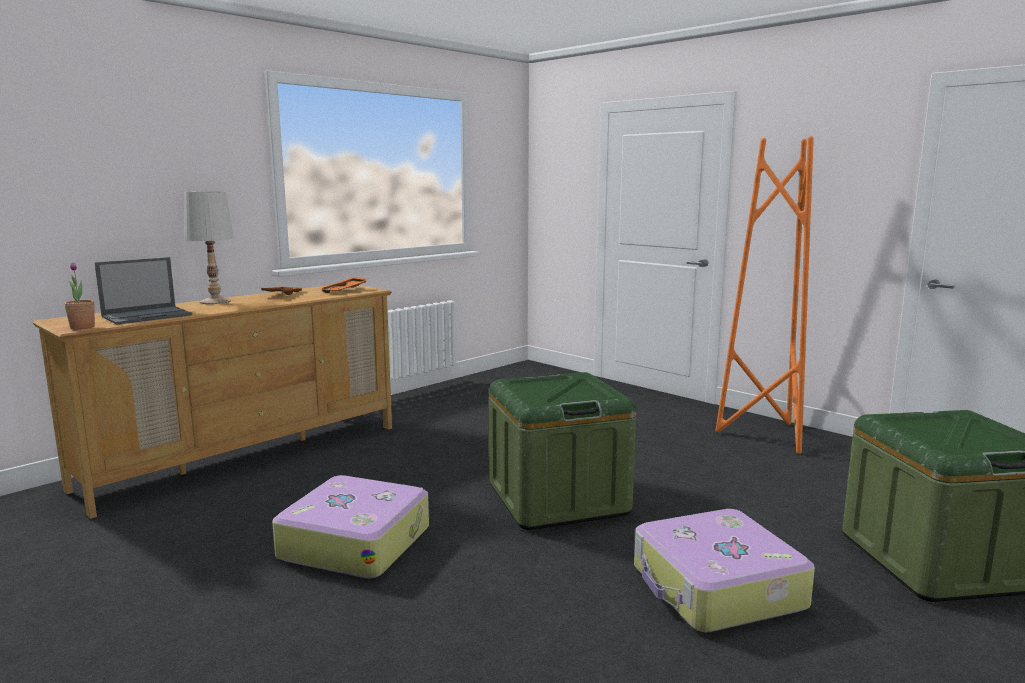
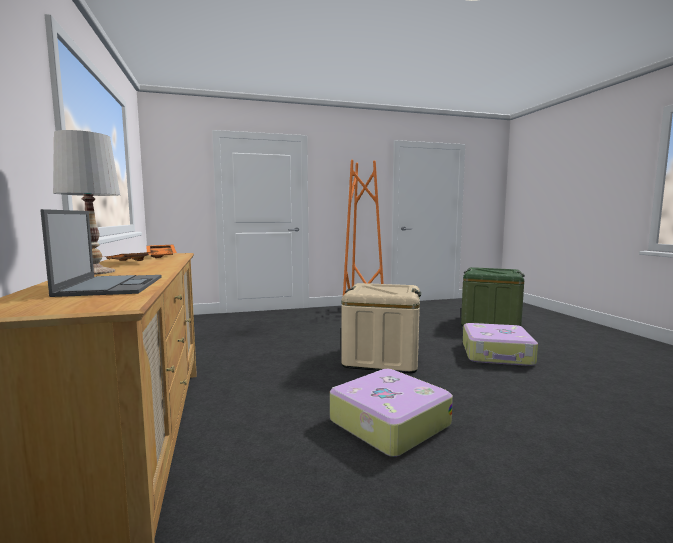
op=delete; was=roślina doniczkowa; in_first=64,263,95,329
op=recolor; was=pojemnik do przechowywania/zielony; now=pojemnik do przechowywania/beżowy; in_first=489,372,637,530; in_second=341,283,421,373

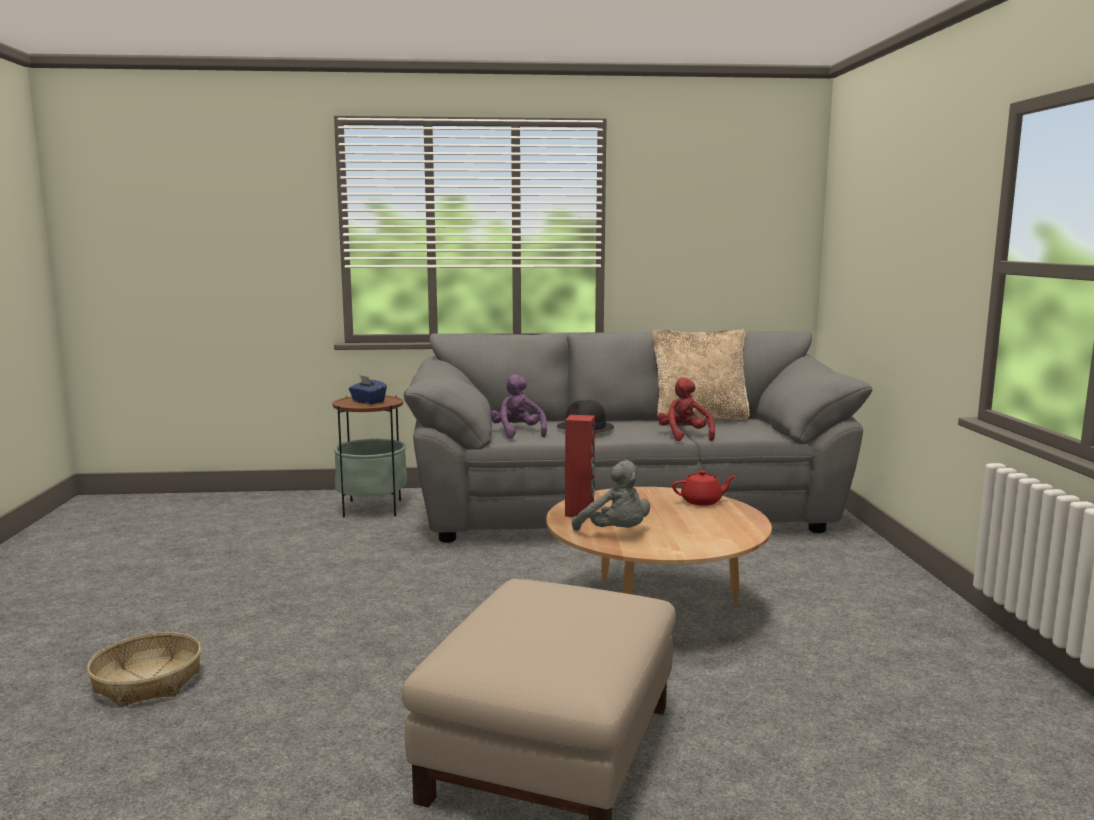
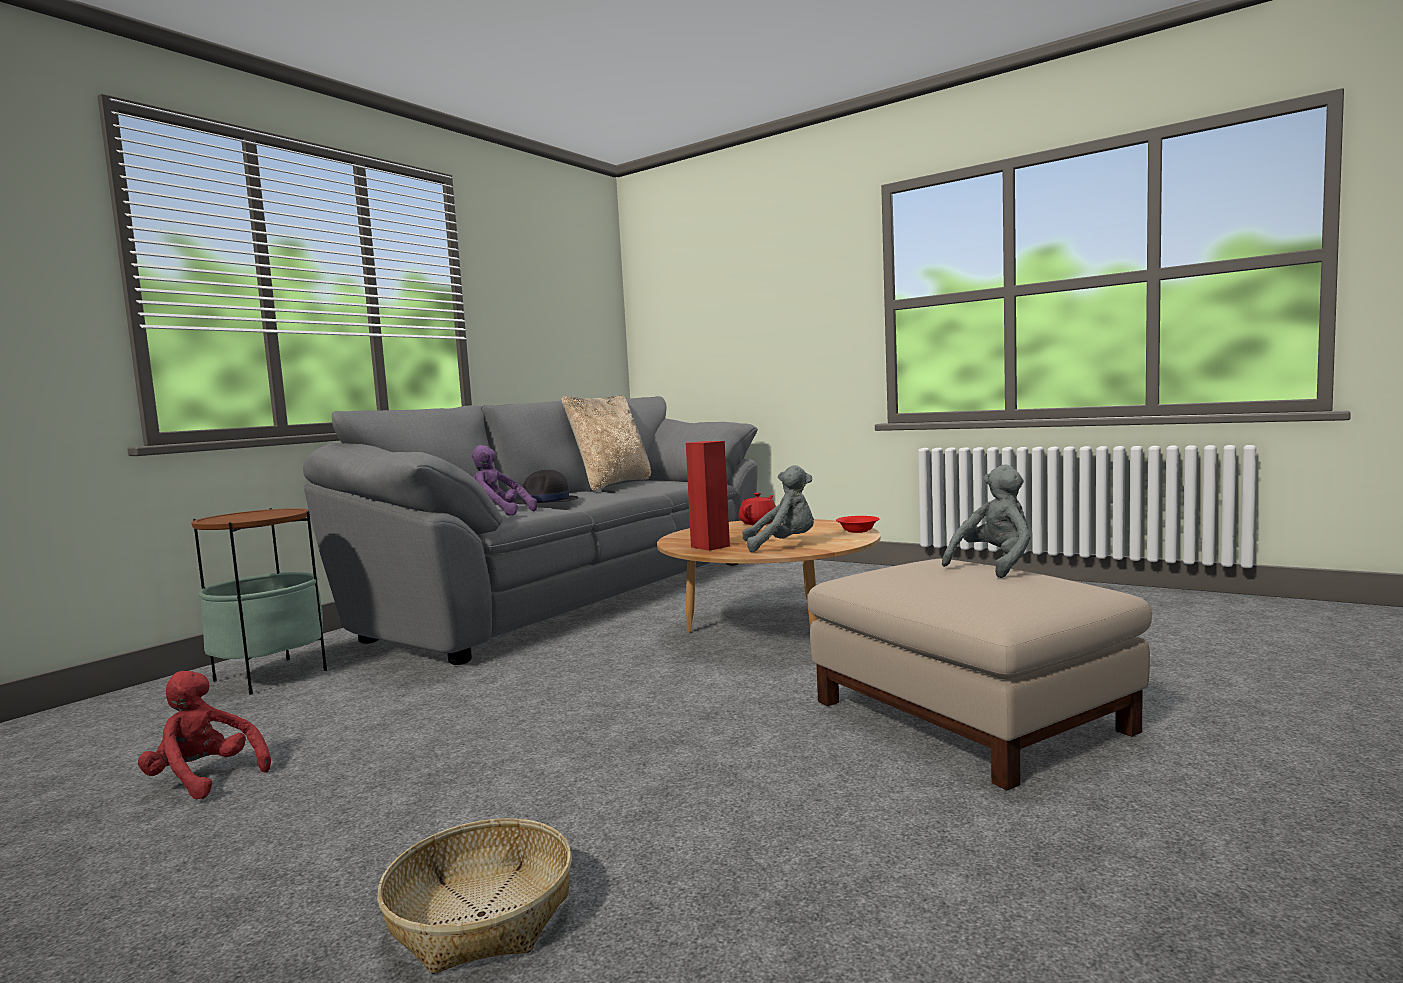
op=delete; was=pudełko chusteczek/niebieski; in_first=349,375,387,404
op=move; was=pluszak/czerwony; in_first=657,377,715,441; in_second=138,671,271,799
op=insert; now=miska/czerwony; in_second=836,516,880,533
op=insert; now=pluszak/szary; in_second=942,465,1031,578

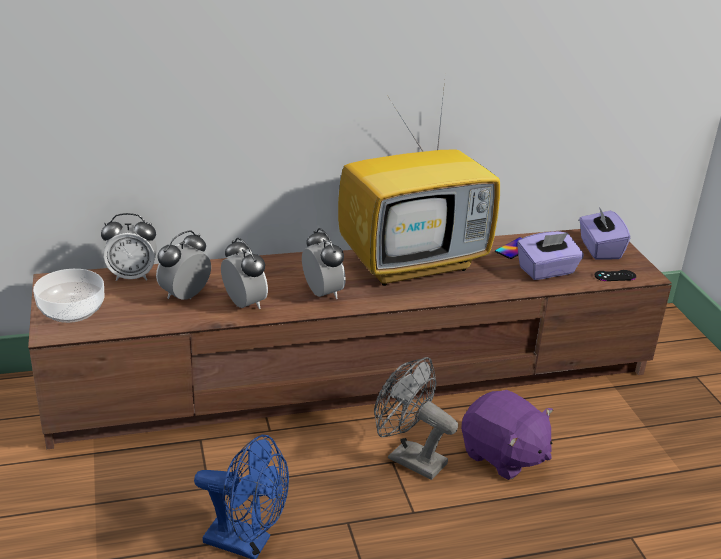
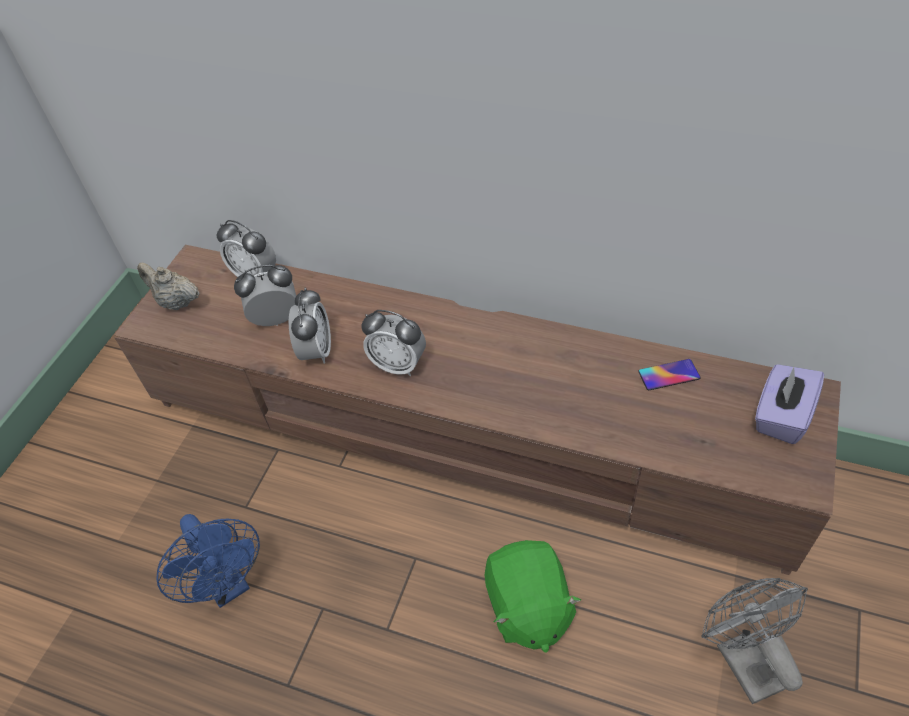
op=replace; was=miska; now=imbryk/beżowy; in_first=33,269,104,323; in_second=137,262,200,310
op=rotate; was=budzik; in_first=302,228,346,299; in_second=362,310,426,376; clockwise=105
op=delete; was=telewizor; in_first=338,81,500,286
op=move; was=wentylator/szary; in_first=374,357,458,480; in_second=701,578,808,704
op=recolor; was=pluszak/fioletowy; now=pluszak/zielony; in_first=461,390,553,480; in_second=485,540,581,653
op=delete; was=pudełko chusteczek/fioletowy; in_first=517,231,584,280
op=delete; was=pad do gier/czarny; in_first=595,270,636,281

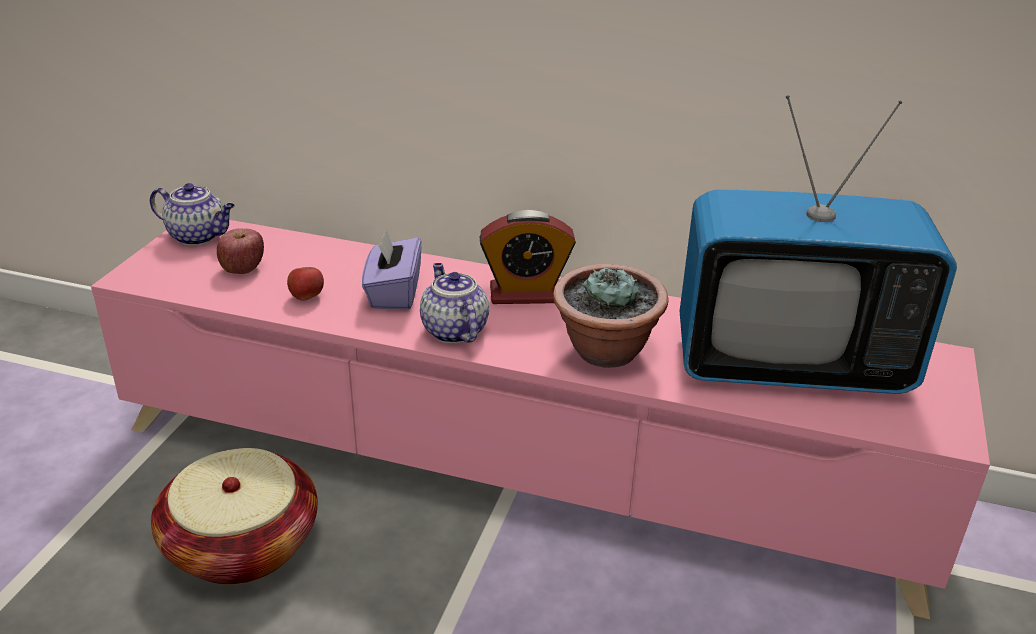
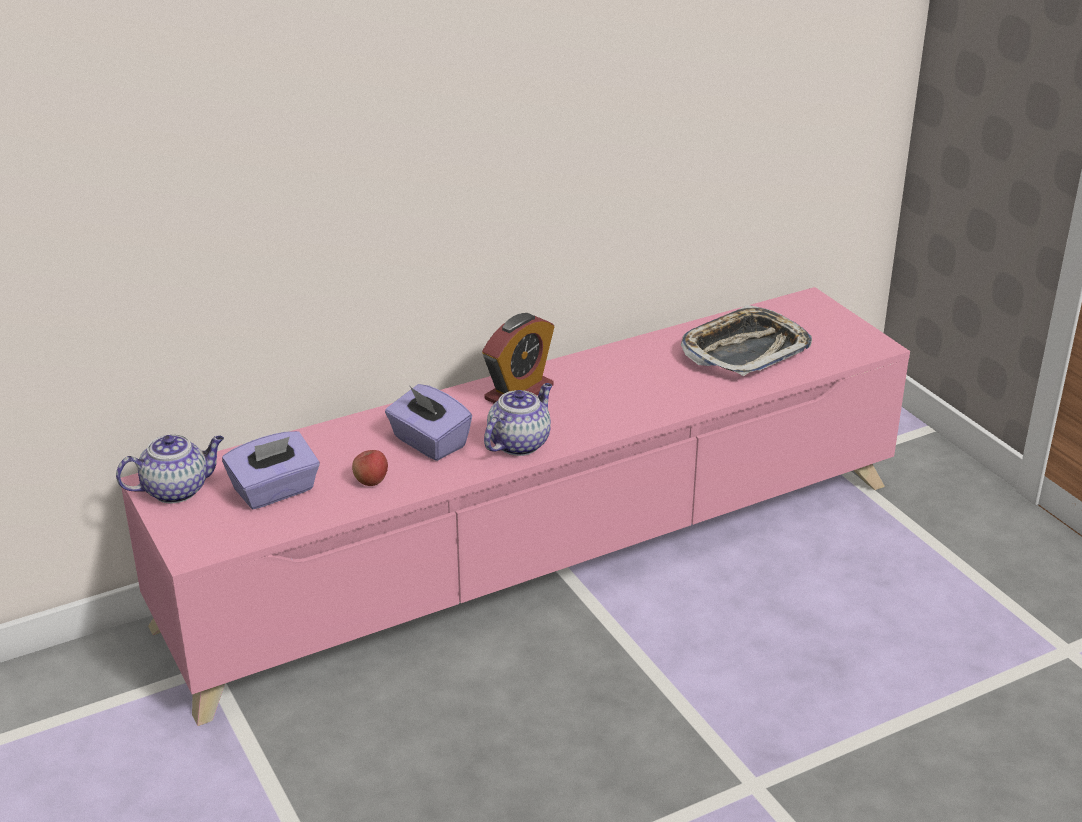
op=delete; was=koszyk; in_first=151,448,318,585
op=replace; was=jabłko; now=pudełko chusteczek/fioletowy; in_first=217,228,264,274; in_second=222,431,320,510
op=rotate; was=imbryk; in_first=420,263,489,343; in_second=484,383,552,456; clockwise=105
op=delete; was=roślina doniczkowa; in_first=553,264,669,368
op=replace; was=telewizor; now=taca; in_first=680,95,957,394; in_second=681,305,812,376

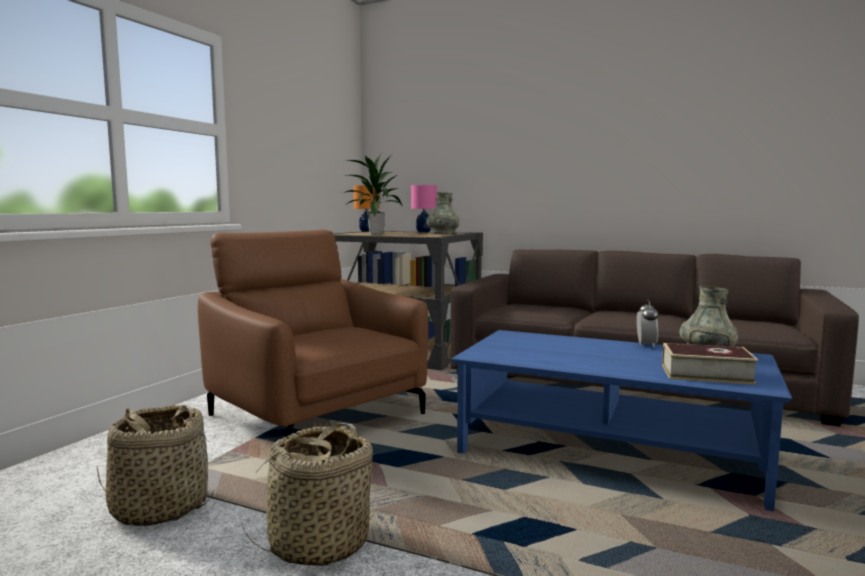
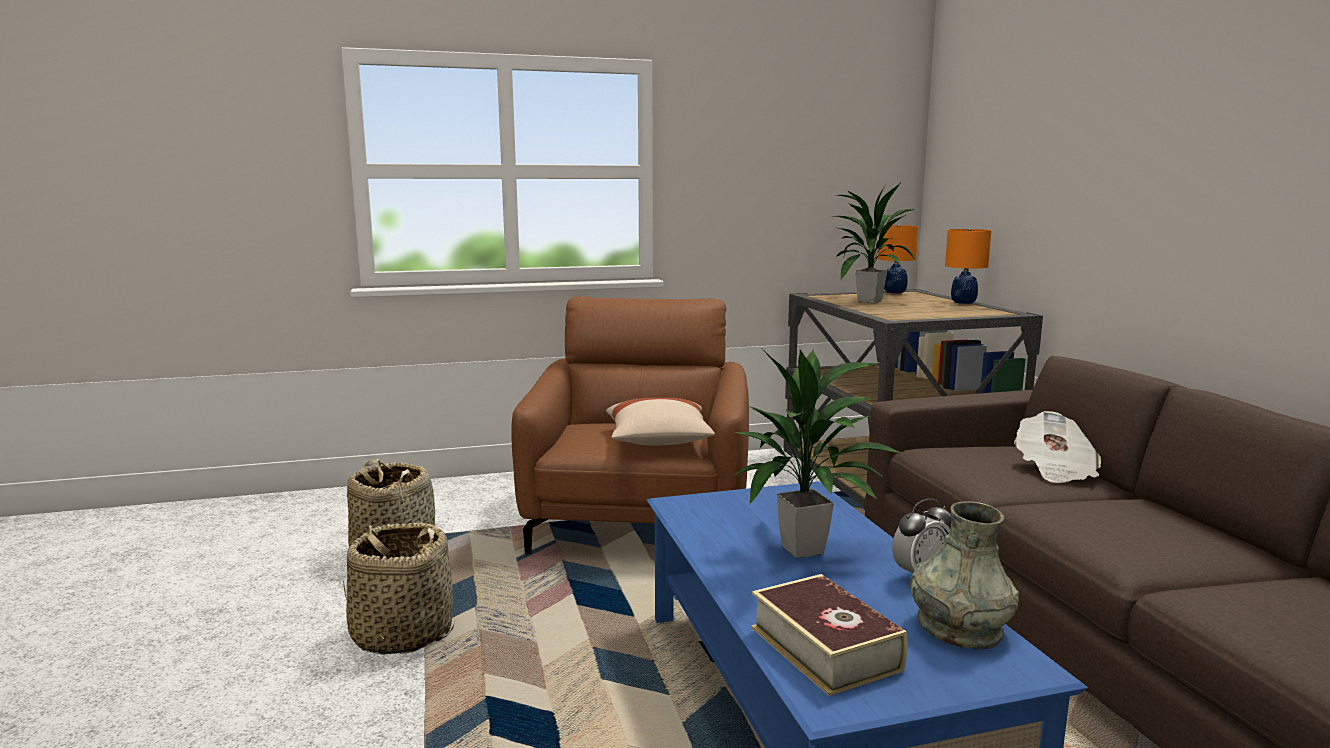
op=recolor; was=lampa stołowa/różowy; now=lampa stołowa/pomarańczowy; in_first=411,185,437,232; in_second=945,229,992,304
op=delete; was=wazon/szary; in_first=426,192,459,235
op=insert; now=poduszka/beżowy; in_second=606,397,715,446
op=insert; now=roślina doniczkowa; in_second=731,349,902,558
op=insert; now=gazeta; in_second=1014,411,1101,483

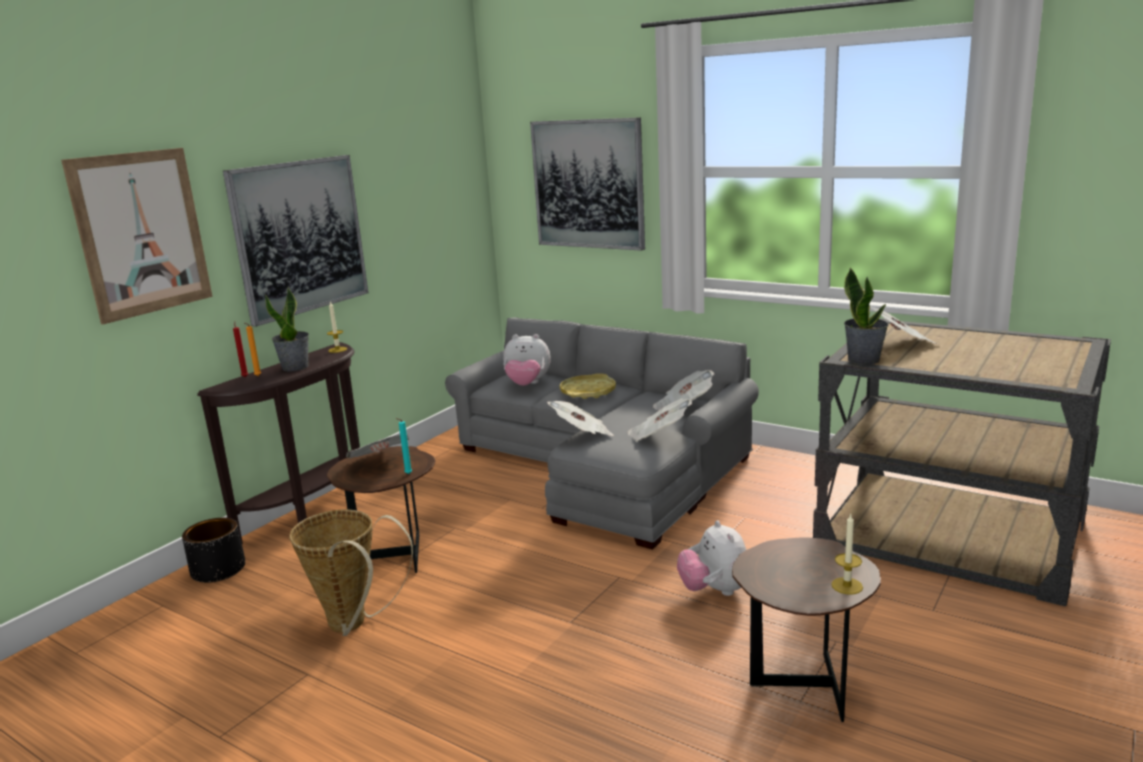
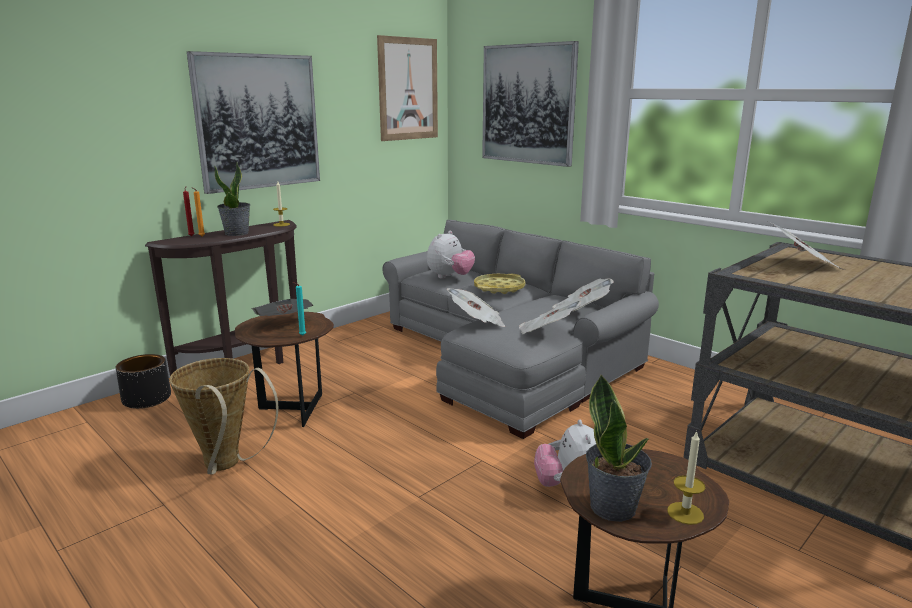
op=move; was=obraz; in_first=61,148,213,324; in_second=377,35,438,141
op=rotate; was=pluszak; in_first=503,334,551,386; in_second=427,230,475,278; clockwise=-75
op=move; was=roślina doniczkowa; in_first=844,268,889,365; in_second=586,375,652,522

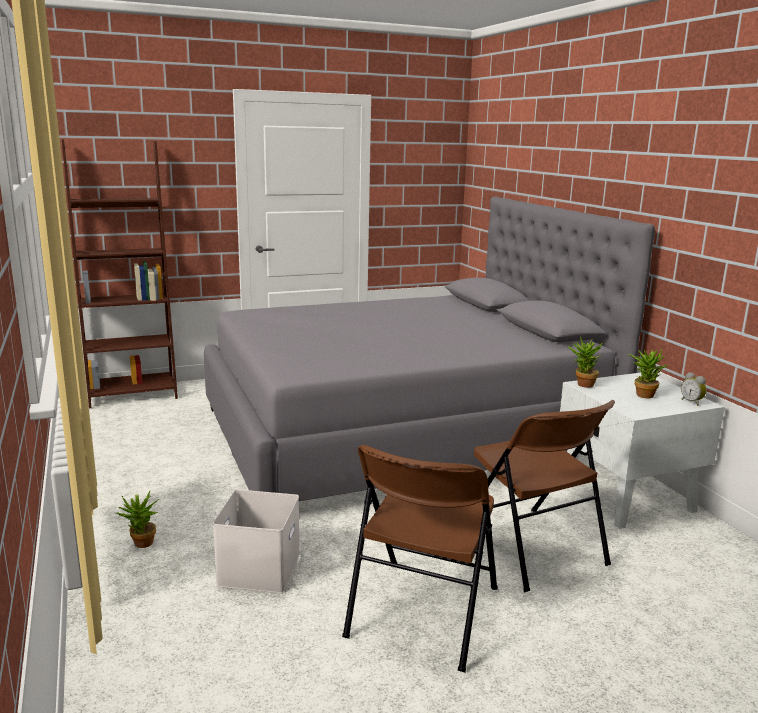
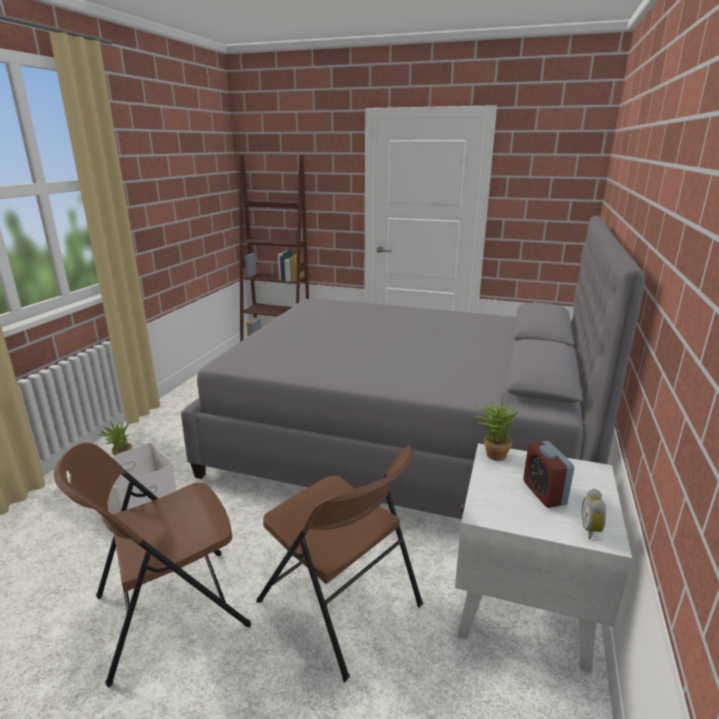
op=rotate; was=krzesło/brązowy; in_first=474,400,615,592; in_second=256,446,423,682; clockwise=-60
op=replace; was=roślina doniczkowa; now=budzik; in_first=628,348,668,399; in_second=523,441,574,508

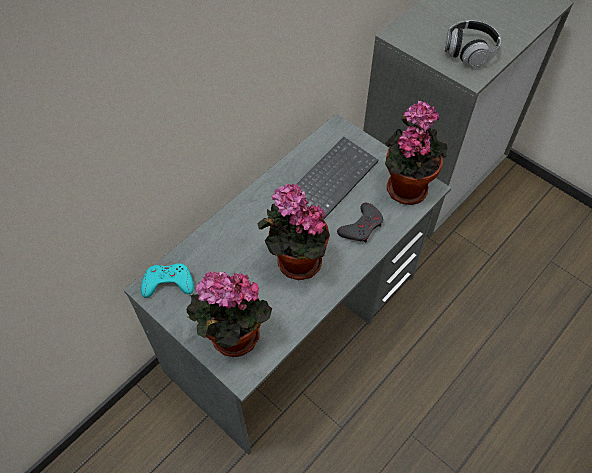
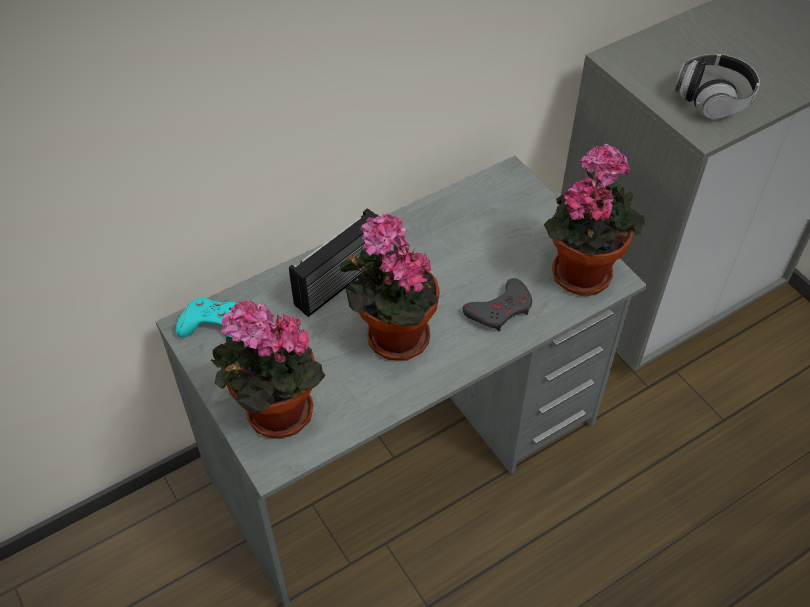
op=delete; was=klawiatura; in_first=297,137,378,219
op=insert; now=radio; in_second=289,208,379,317

